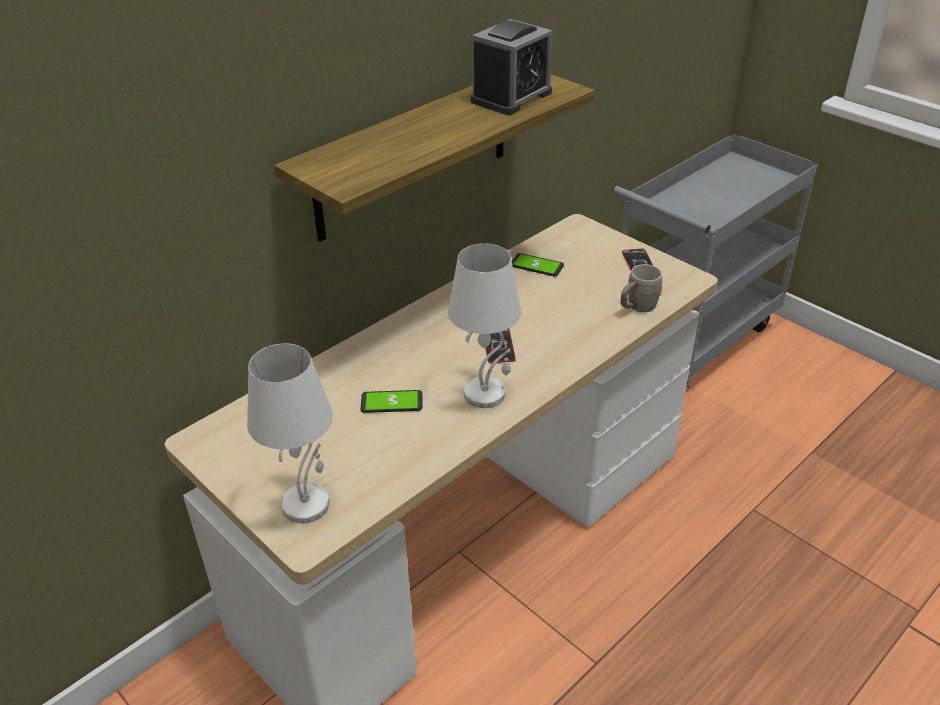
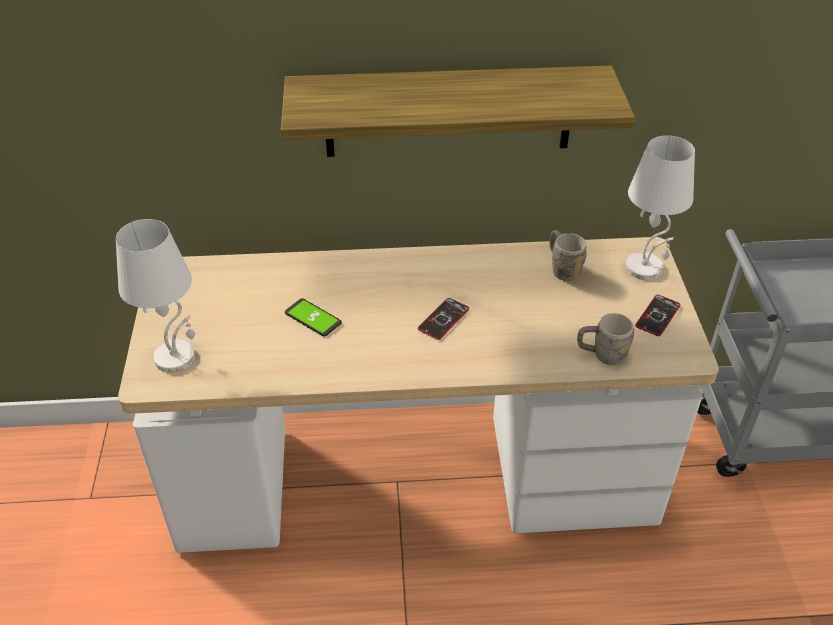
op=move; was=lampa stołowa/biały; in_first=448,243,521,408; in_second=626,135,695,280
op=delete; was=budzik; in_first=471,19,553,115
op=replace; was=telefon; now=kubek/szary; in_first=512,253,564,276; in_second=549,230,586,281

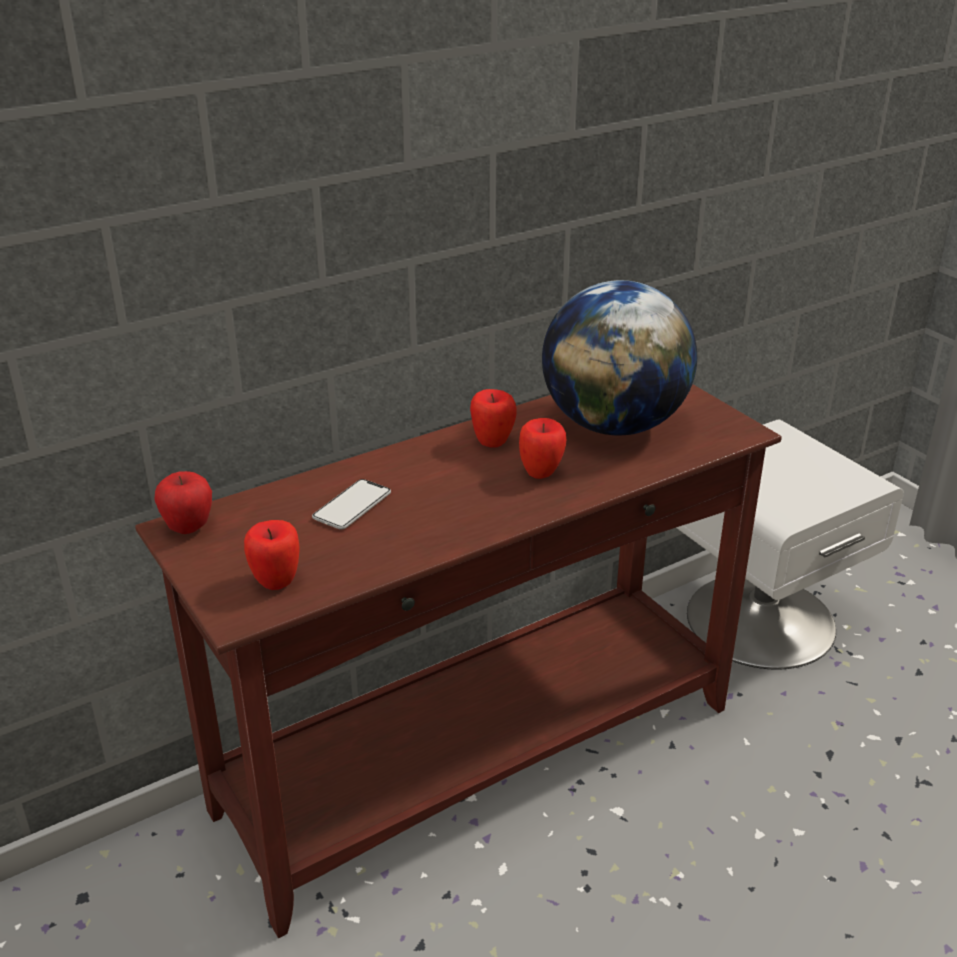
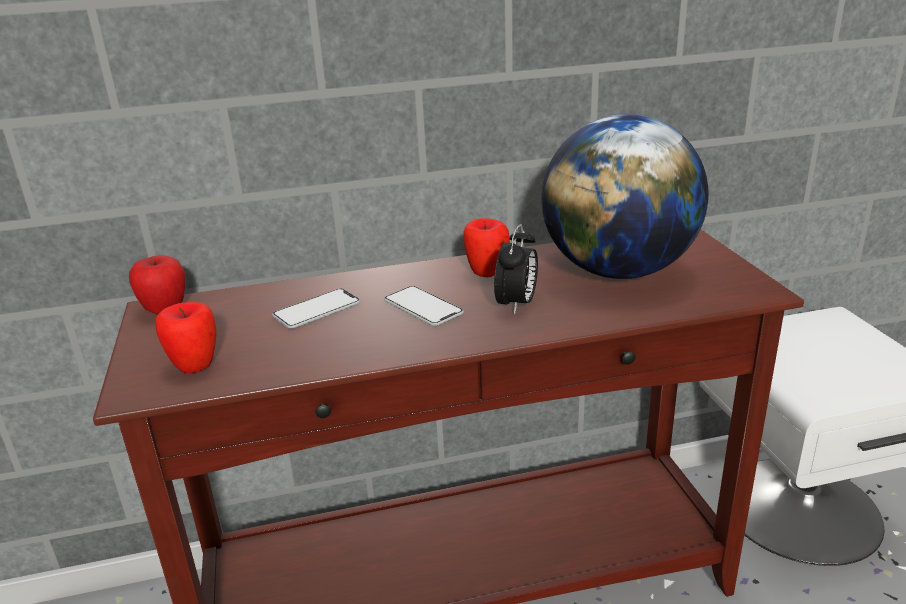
op=replace; was=jabłko; now=budzik; in_first=519,418,566,479; in_second=494,224,538,315
op=insert; now=telefon; in_second=384,286,464,326

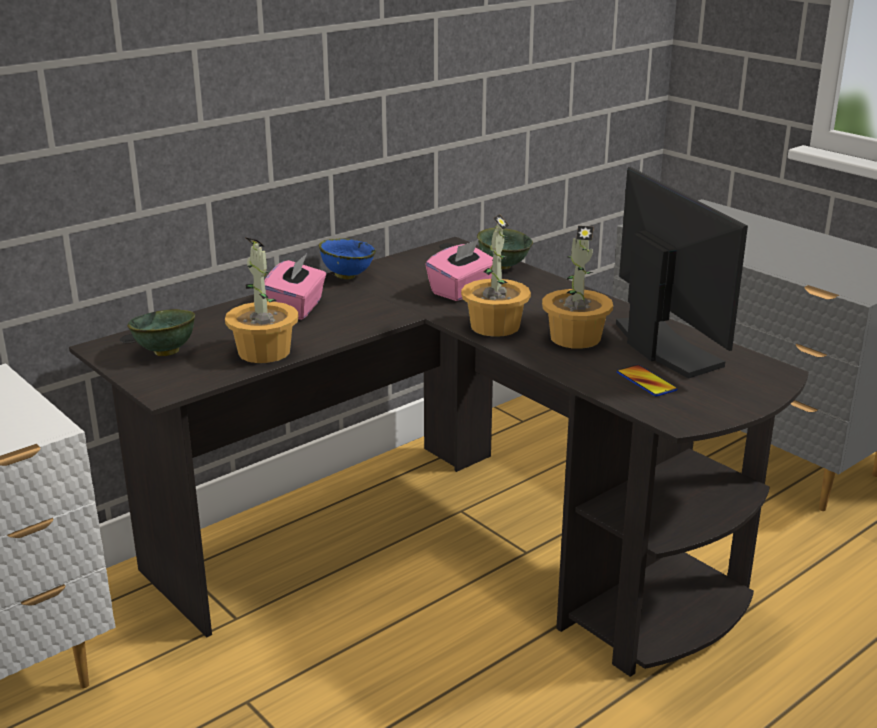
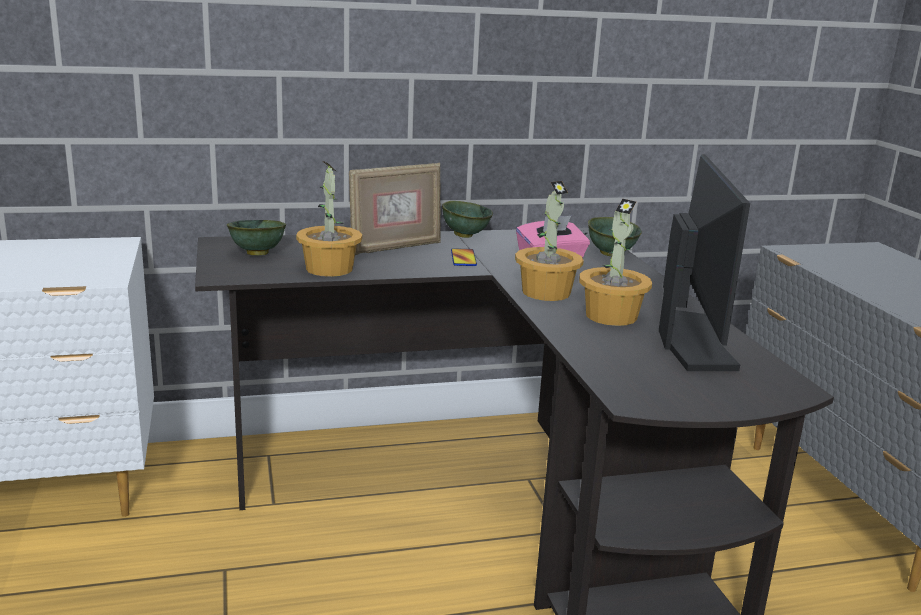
op=replace; was=pudełko chusteczek/różowy; now=ramka na zdjęcie; in_first=264,254,326,320; in_second=349,162,441,255
op=recolor; was=miska/niebieski; now=miska/zielony; in_first=319,239,376,279; in_second=442,201,493,238
op=move; was=telefon; in_first=617,365,677,396; in_second=451,248,477,266

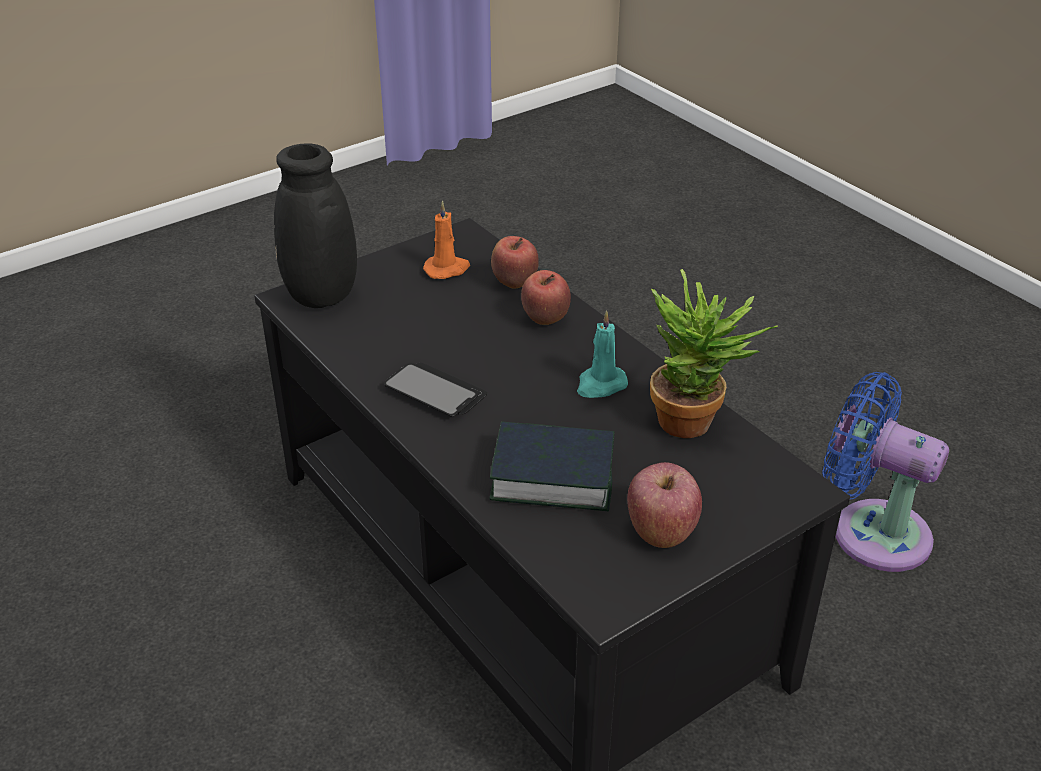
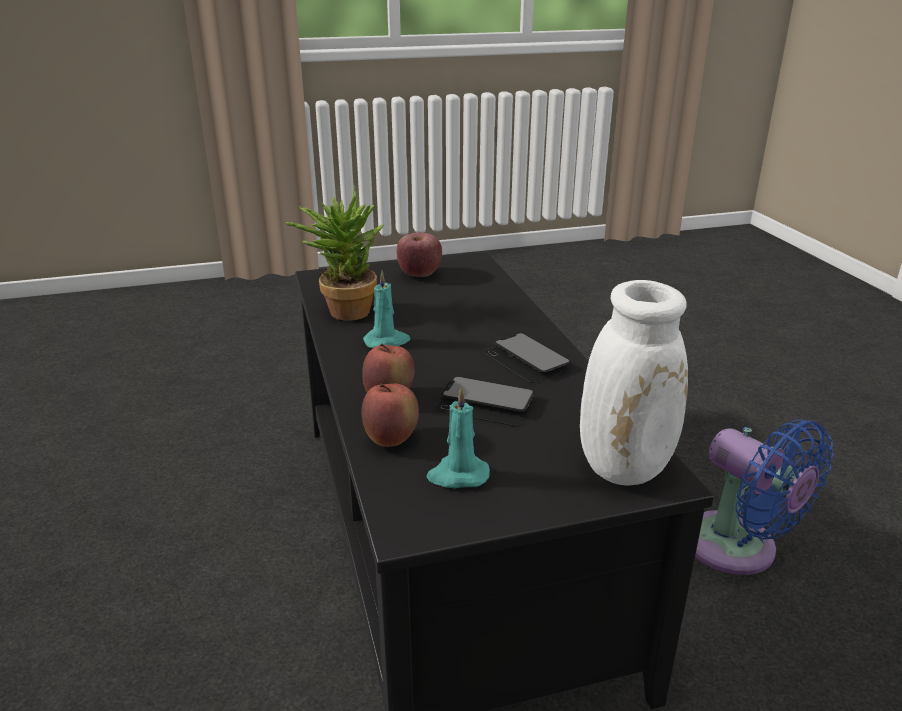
op=recolor; was=wazon/czarny; now=wazon/biały; in_first=274,143,357,308; in_second=580,280,688,486
op=recolor; was=świeca/pomarańczowy; now=świeca/turkusowy; in_first=423,201,470,279; in_second=426,387,490,488
op=delete; was=książka; in_first=490,421,615,511
op=move; was=wentylator/niebieski; in_first=822,372,949,572; in_second=695,419,833,575
op=insert; now=telefon; in_second=435,376,535,427

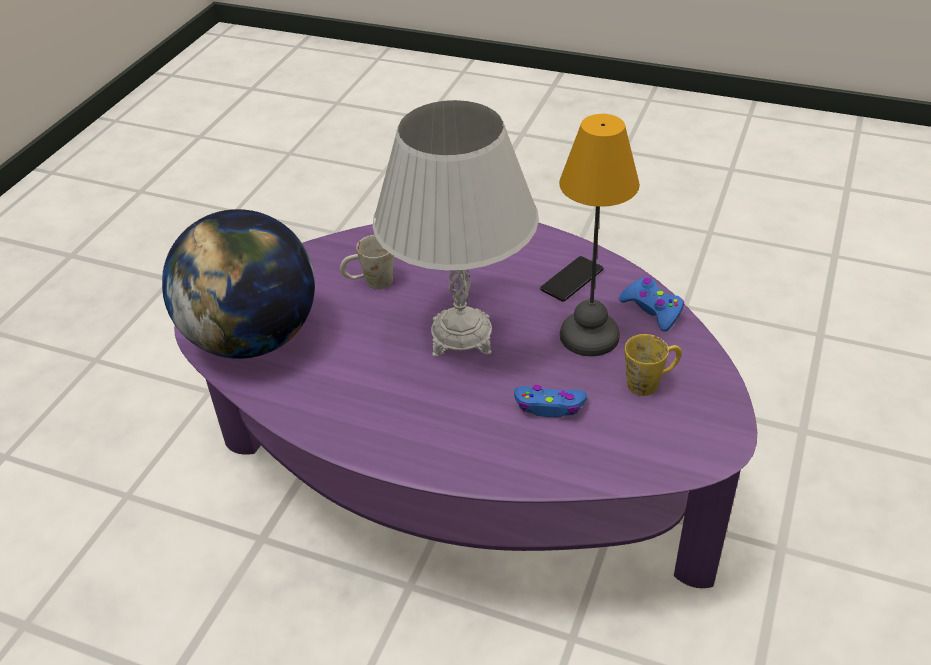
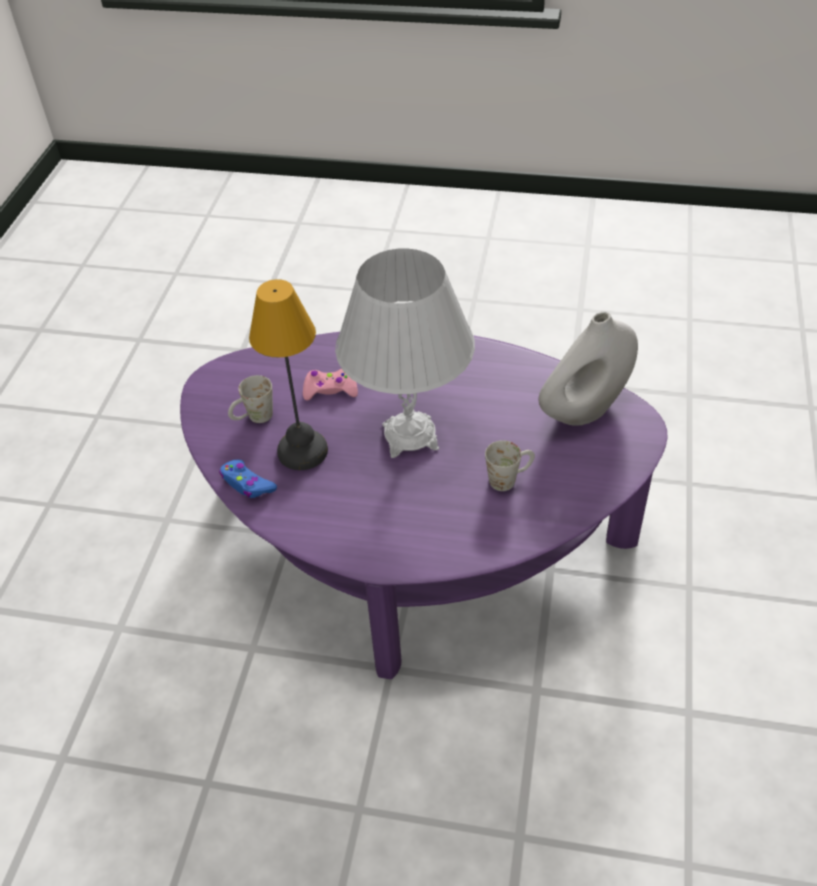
op=replace; was=globus; now=wazon/biały; in_first=162,209,315,359; in_second=538,312,638,426
op=recolor; was=pad do gier/niebieski; now=pad do gier/różowy; in_first=514,385,587,417; in_second=303,369,358,401
op=delete; was=telefon; in_first=540,256,604,302
op=recolor; was=kubek/żółty; now=kubek/biały; in_first=625,334,682,396; in_second=228,375,273,423

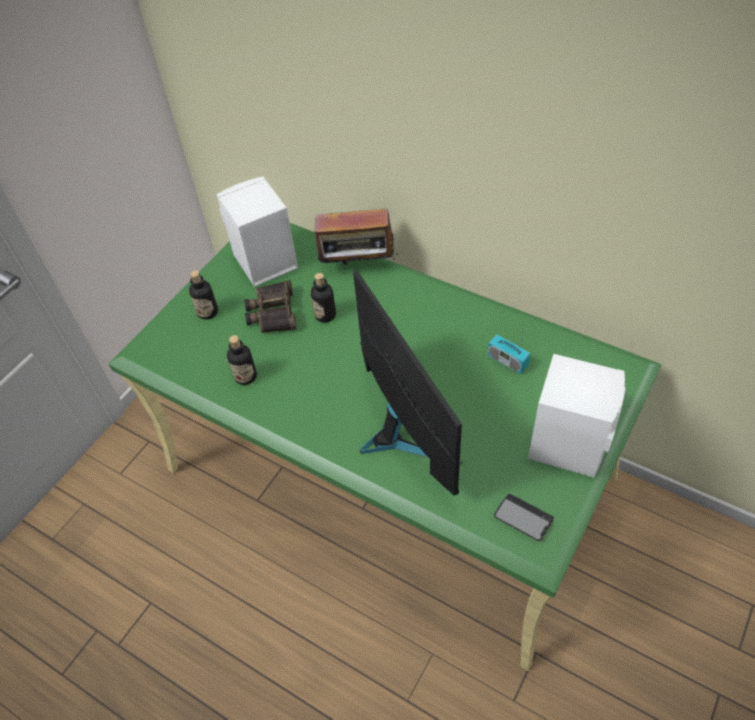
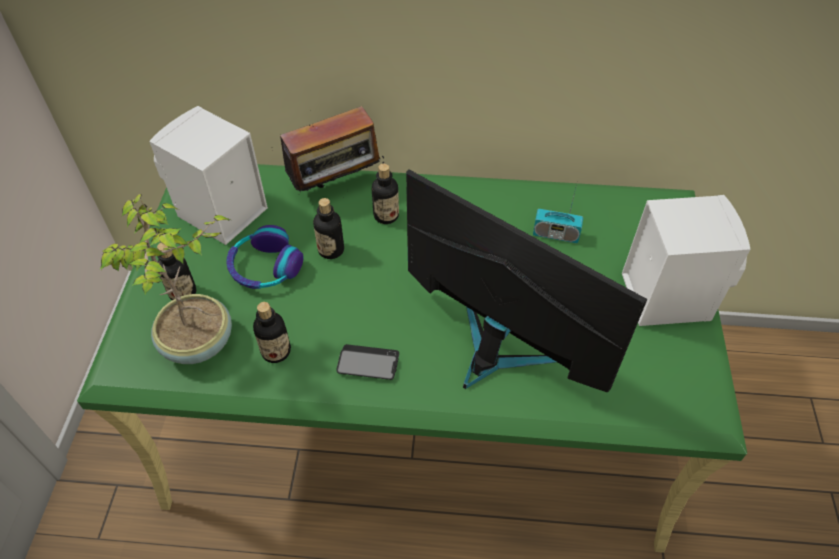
op=replace; was=lornetka; now=słuchawki; in_first=244,280,297,333; in_second=226,225,304,289
op=move; was=telefon; in_first=494,494,554,541; in_second=336,344,399,380
op=insert; now=roślina doniczkowa; in_second=99,194,232,364
op=insert; now=butelka; in_second=372,163,399,224

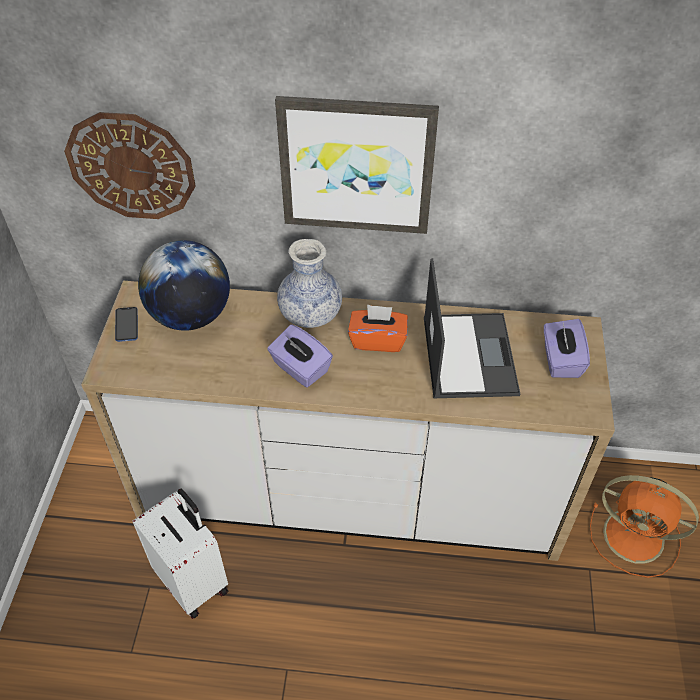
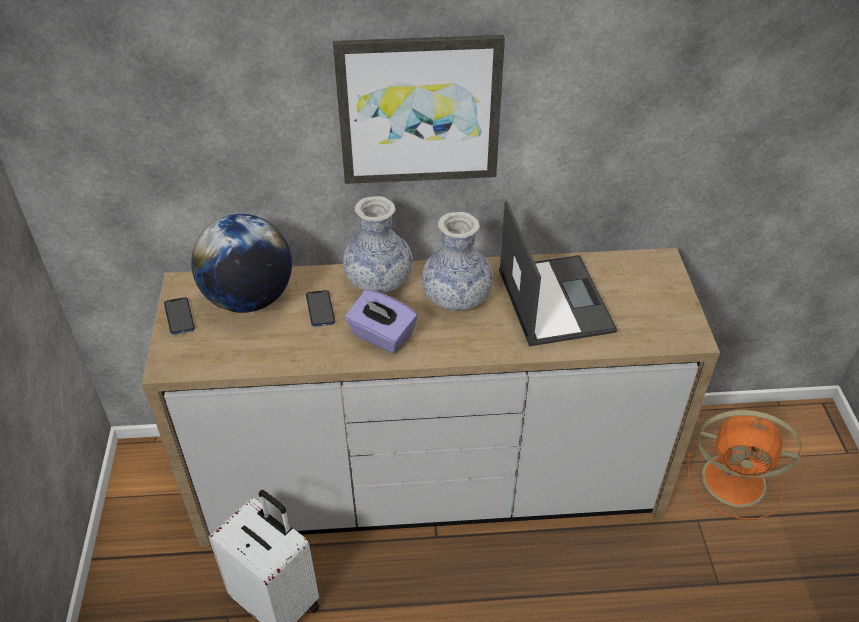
op=delete; was=zegar ścienny; in_first=64,112,195,219
op=replace; was=pudełko chusteczek/pomarańczowy; now=wazon; in_first=348,304,408,352; in_second=422,212,493,311
op=delete; was=pudełko chusteczek/fioletowy; in_first=544,319,590,378
op=insert; now=telefon; in_second=306,290,335,327

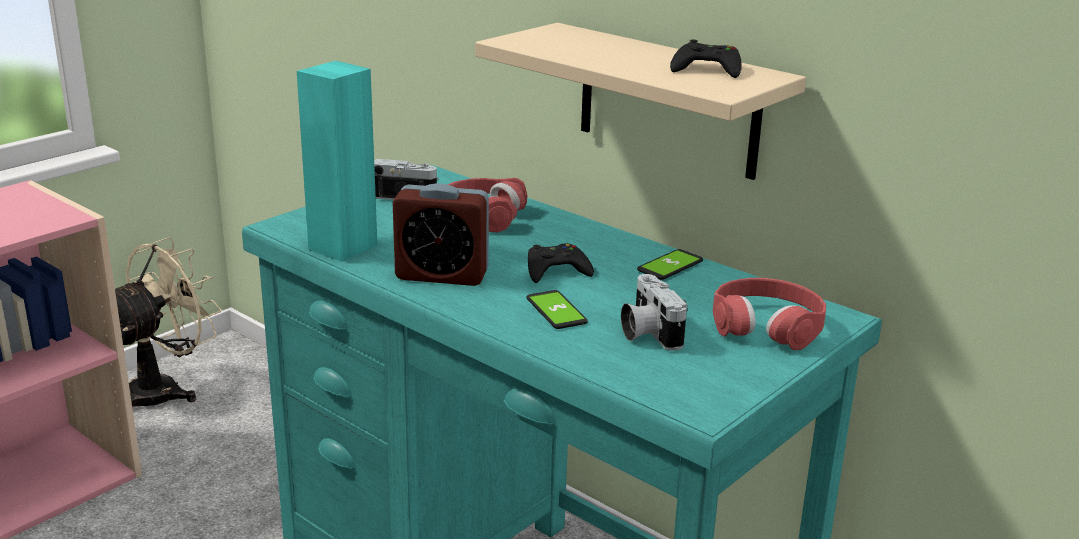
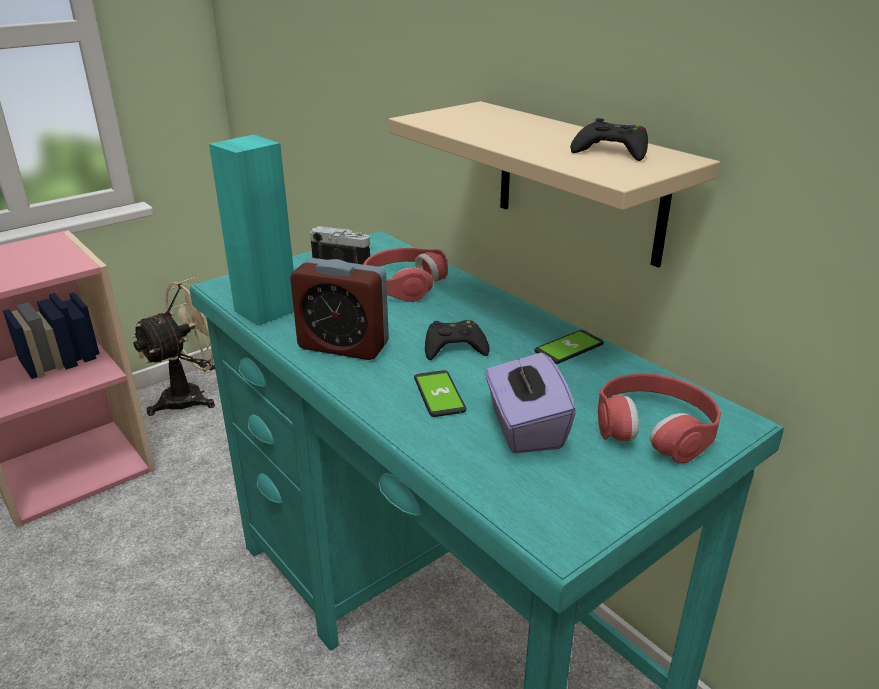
op=replace; was=aparat fotograficzny; now=pudełko chusteczek/fioletowy; in_first=621,274,688,351; in_second=485,347,576,454

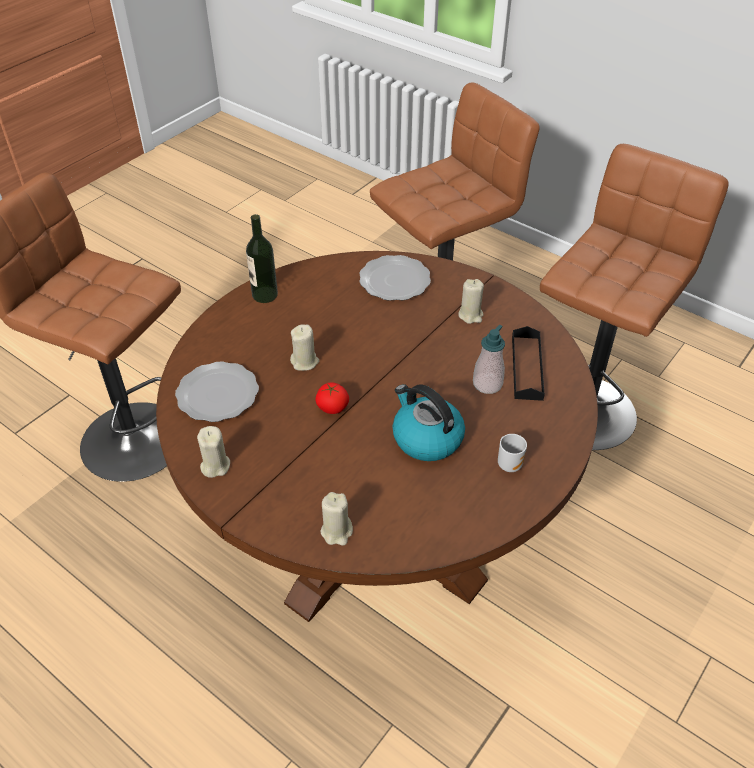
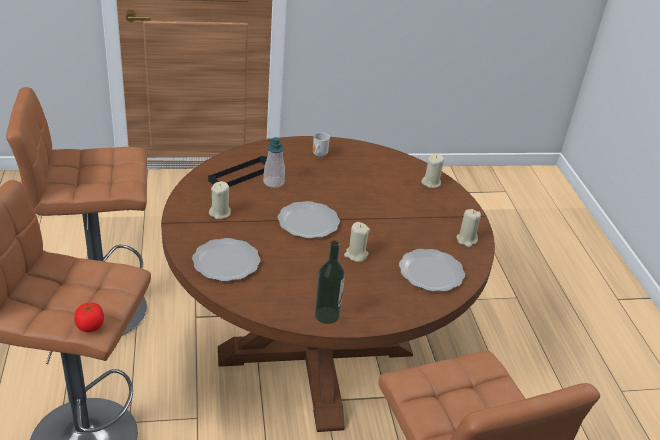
op=move; was=pomidor; in_first=315,382,349,414; in_second=75,303,104,332
op=delete; was=czajnik; in_first=392,384,465,461
op=insert; now=talerz; in_second=277,201,340,239

